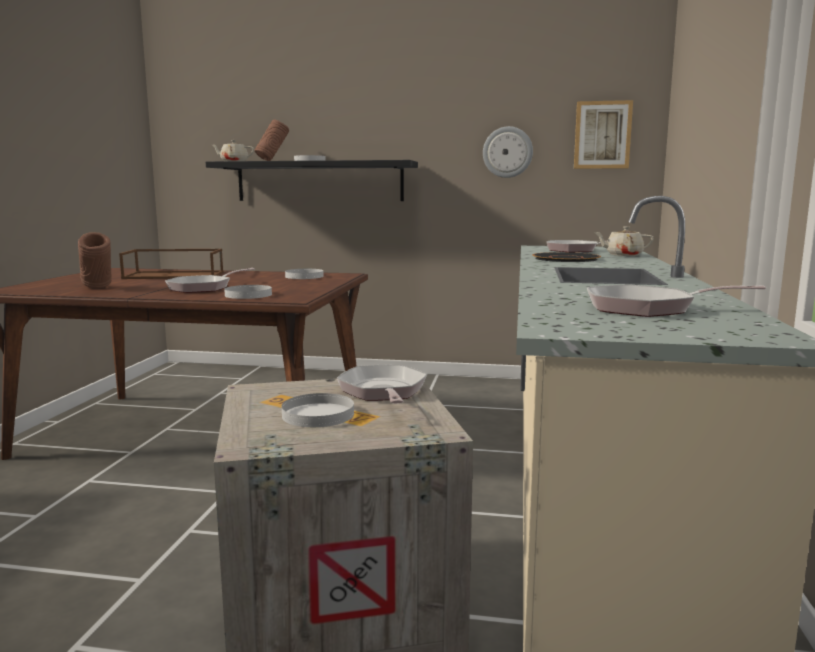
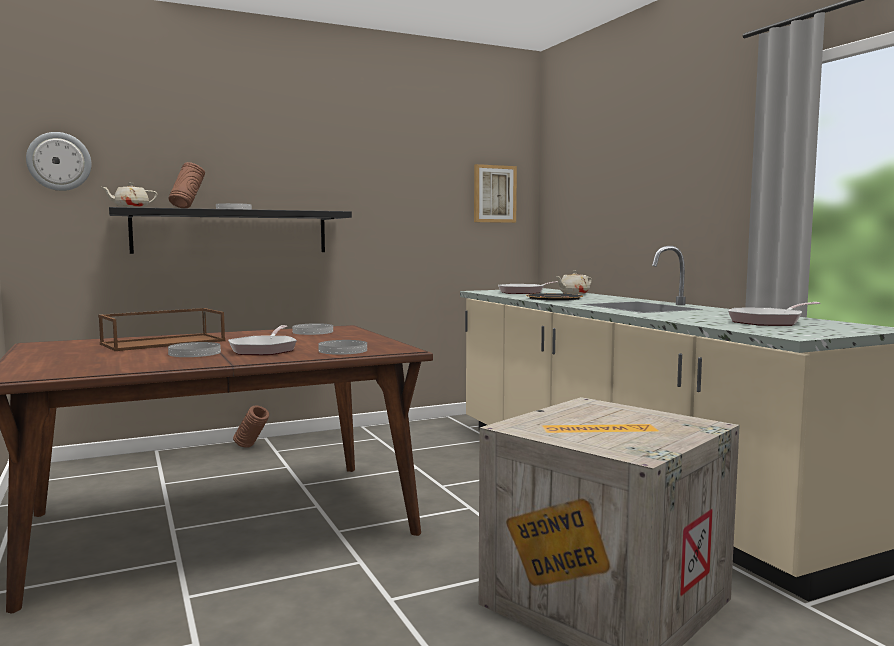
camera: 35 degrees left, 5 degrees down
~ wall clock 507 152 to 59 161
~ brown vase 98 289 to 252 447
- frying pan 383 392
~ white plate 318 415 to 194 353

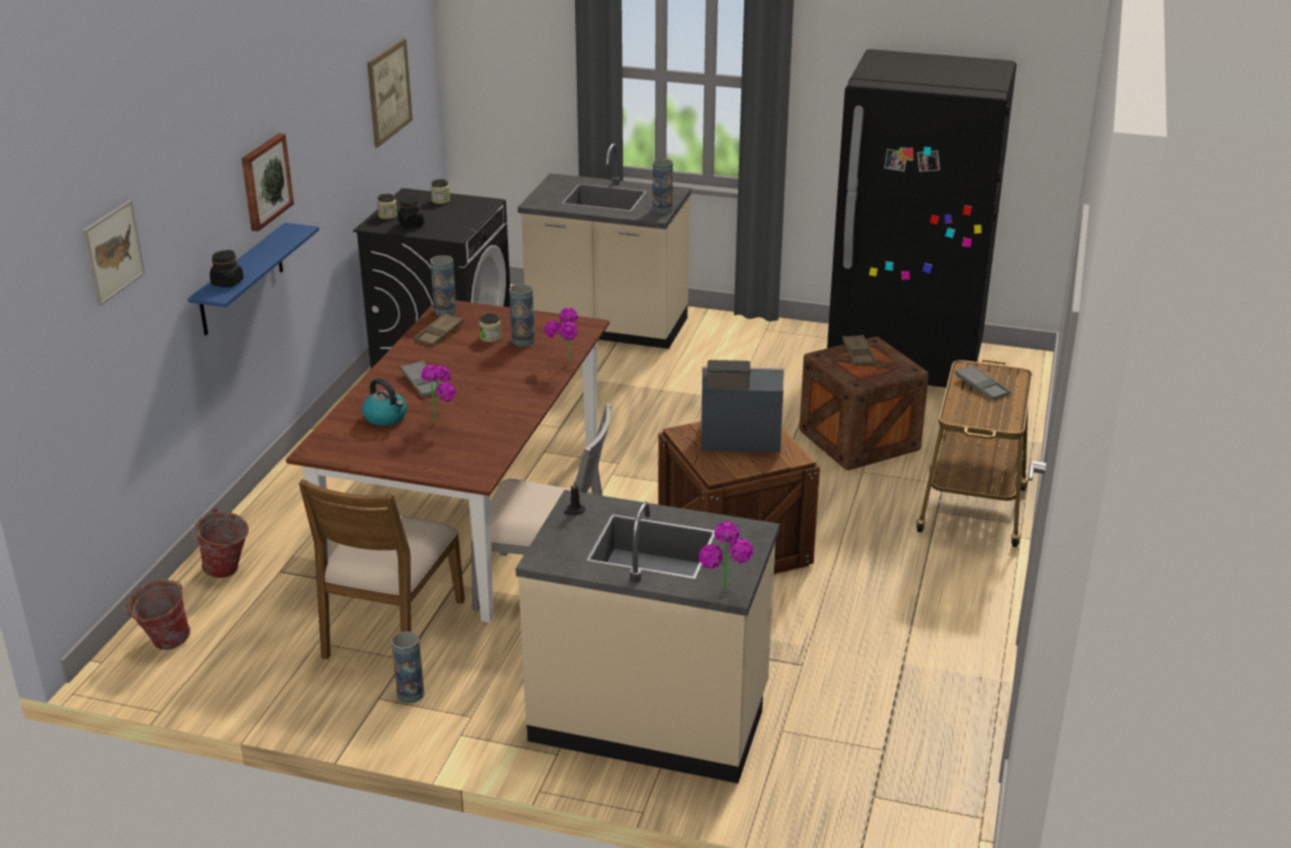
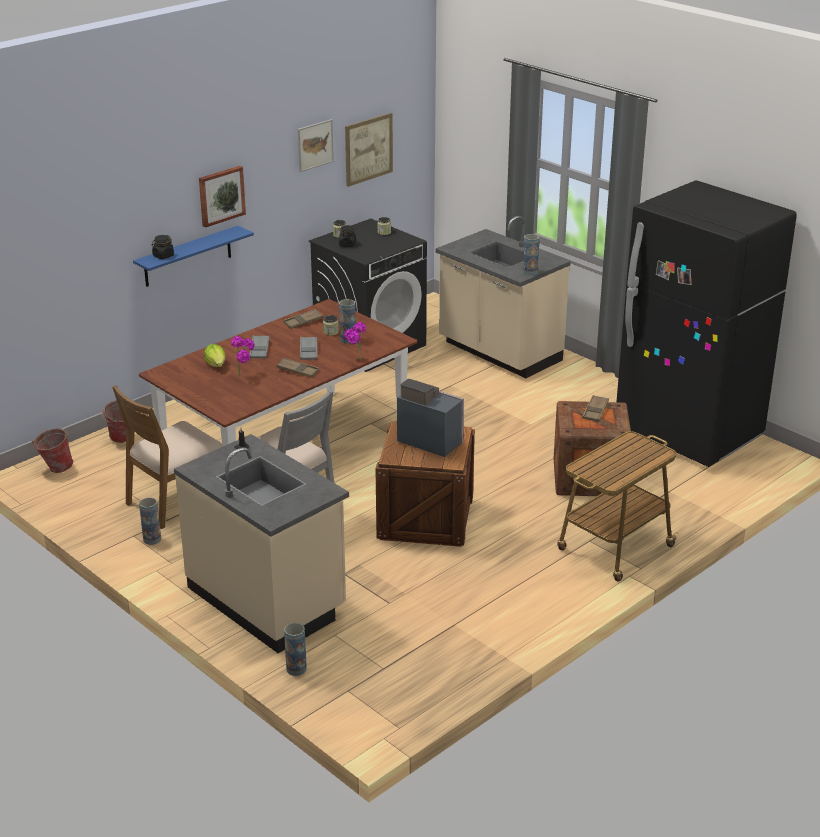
camera: 30 degrees right, 0 degrees up
~ picture 113 252 to 315 145
~ vase 445 311 to 296 669
~ grey tray 981 387 to 308 351
~ kettle 386 417 to lettuce 216 365
- potted plant 725 594
+ brown tray 297 371

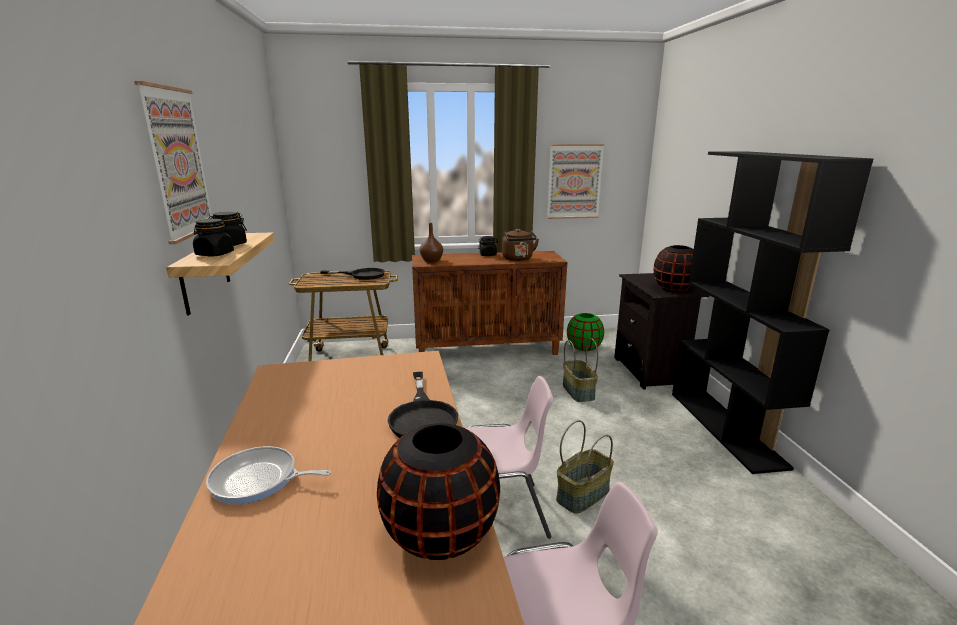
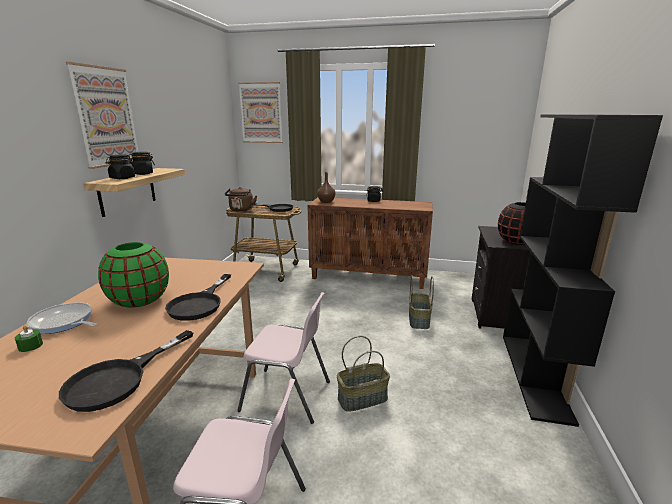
camera: 20 degrees right, 0 degrees up
~ picture 574 181 to 261 113
~ brown kettle 518 259 to 241 210
~ green vase 584 348 to 139 301
~ black vase 440 534 to black frying pan 119 379
+ green candle 30 346

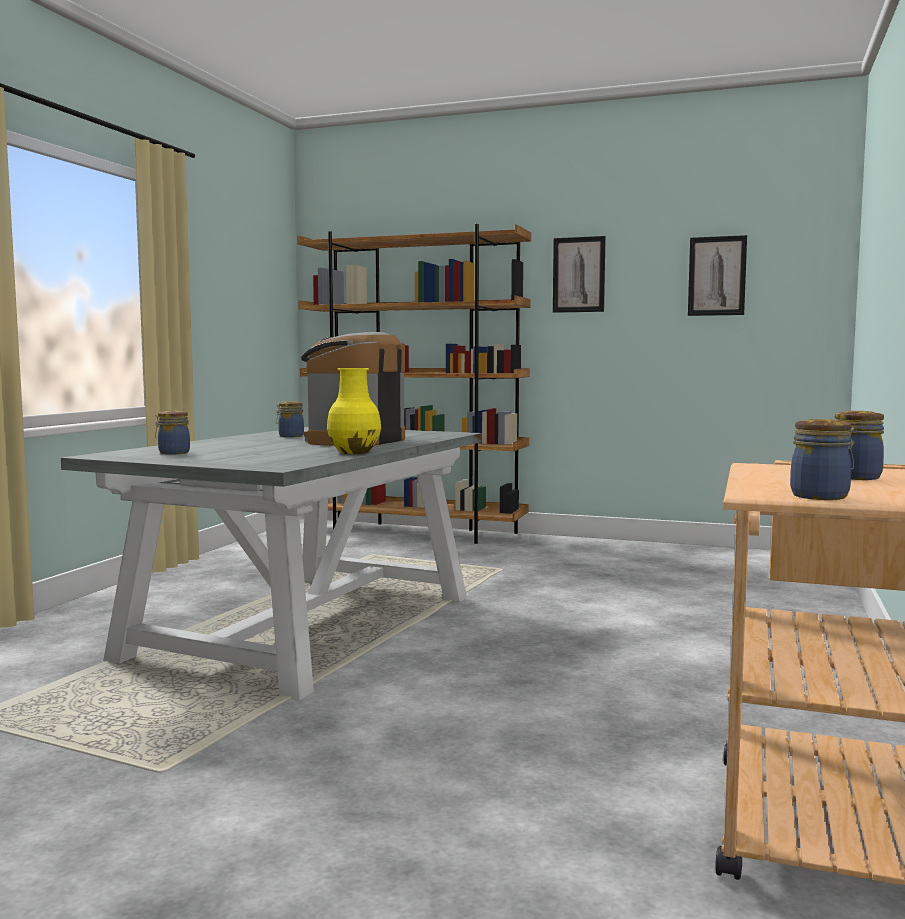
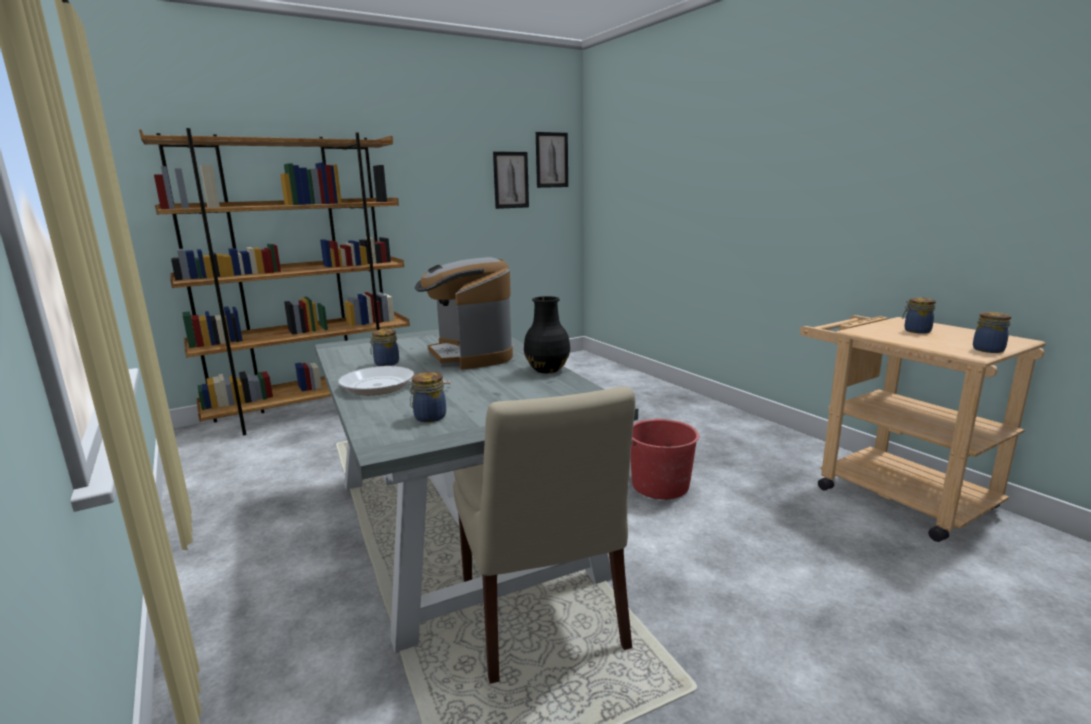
camera: 50 degrees left, 10 degrees up
~ picture 578 274 to 551 160
~ yellow vase 353 452 to black vase 547 370
+ frying pan 382 386
+ beige chair 542 616
+ red bucket 659 485

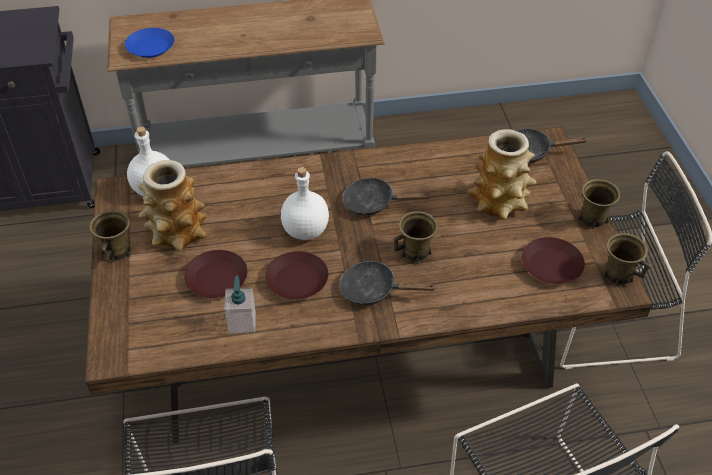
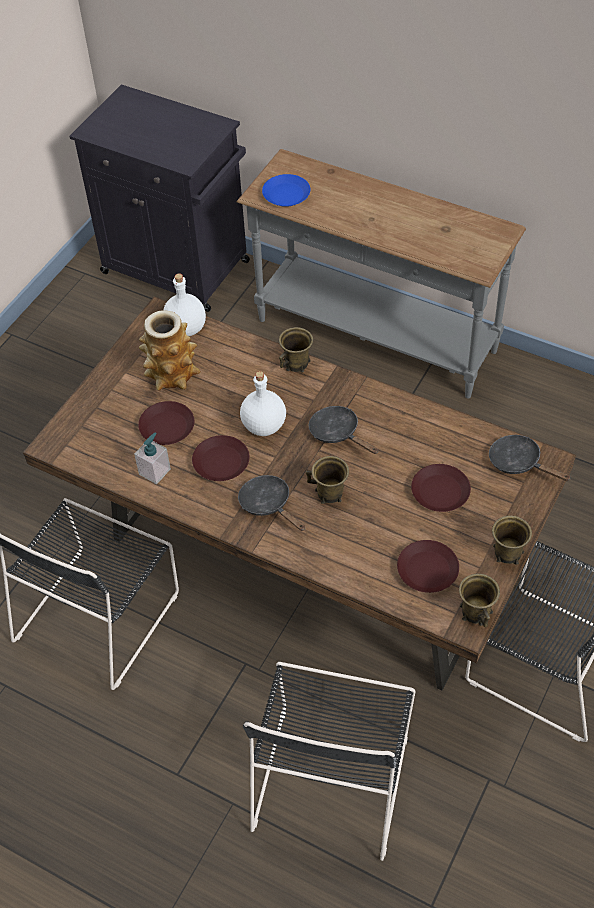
camera: 40 degrees right, 5 degrees up
~ vase 499 203 to brown plate 441 492
~ brown mug 118 251 to 297 363

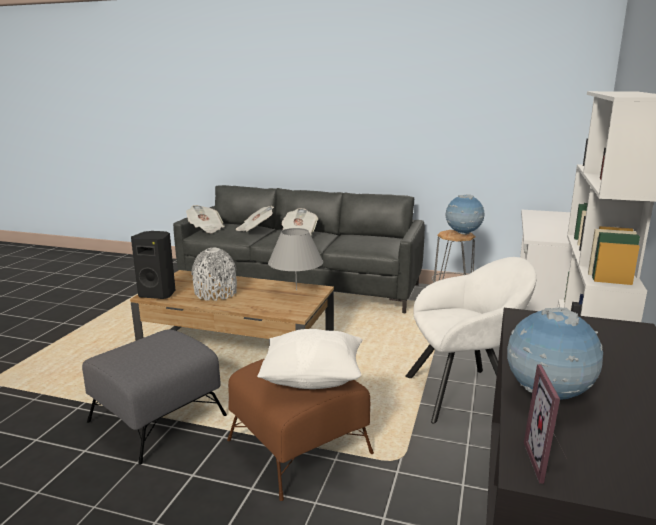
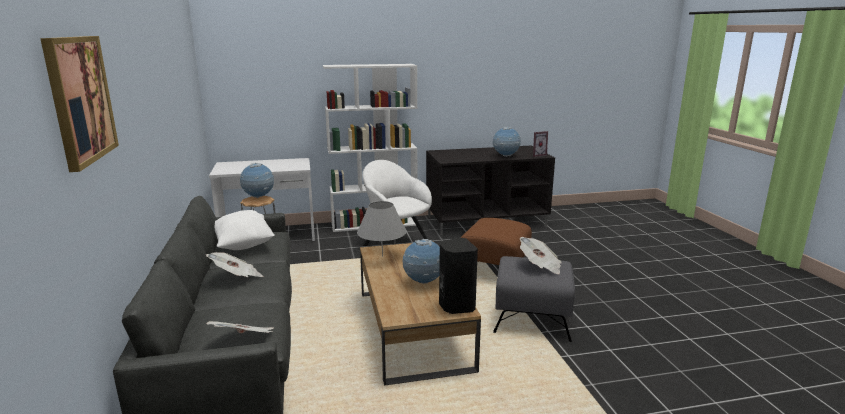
camera: 120 degrees left, 0 degrees up
~ newspaper 255 229 to 540 266
~ grey vase 216 293 to globe 423 282
~ white pillow 313 379 to 243 244
+ picture 80 99

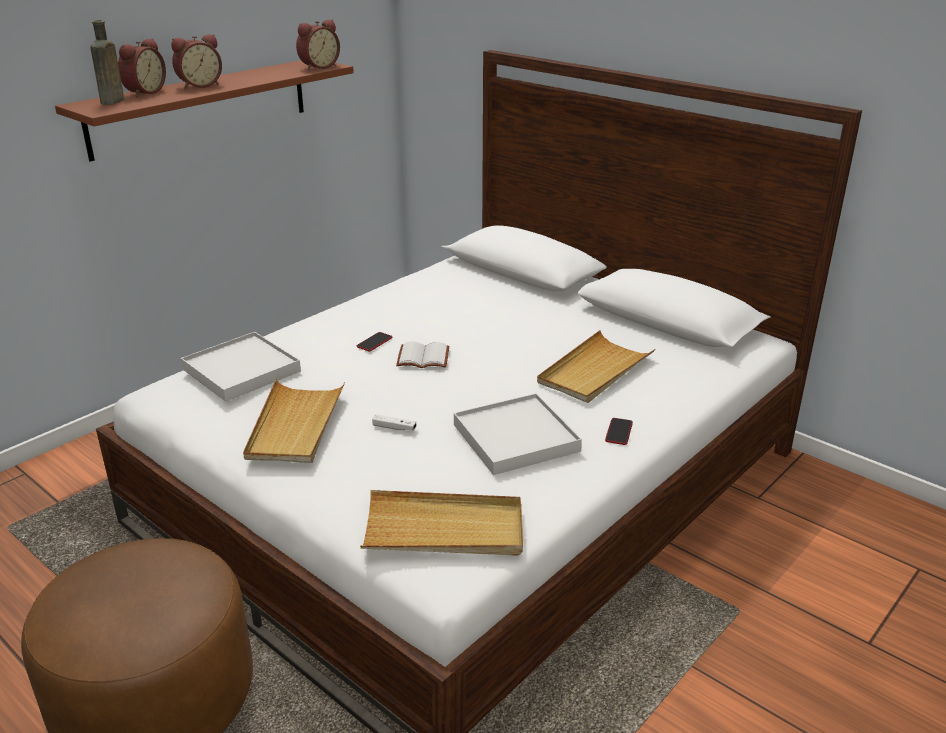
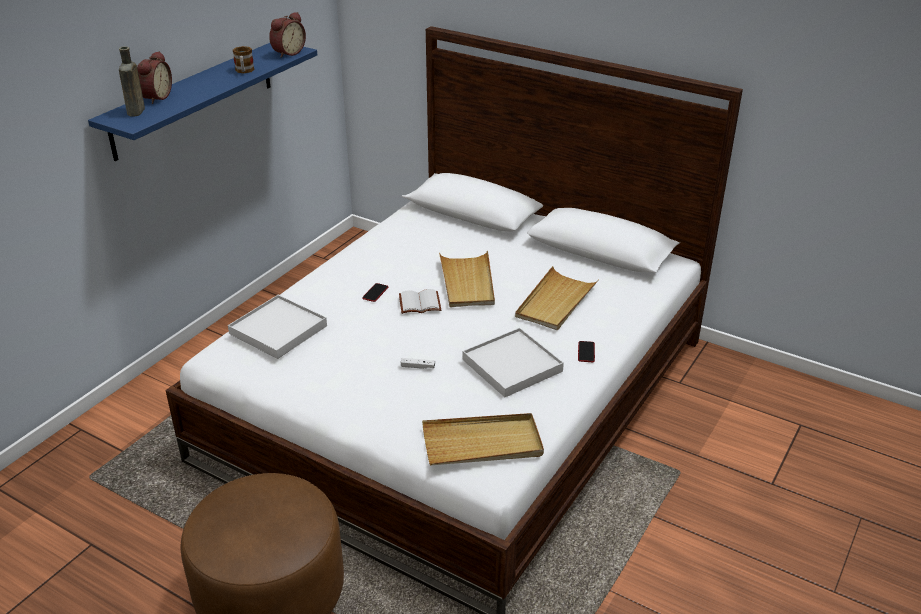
camera: 10 degrees left, 5 degrees up
- alarm clock 199 85
~ brown shelf 201 107 to blue shelf 194 98
~ beige tray 295 425 to 467 282
+ mug 244 71

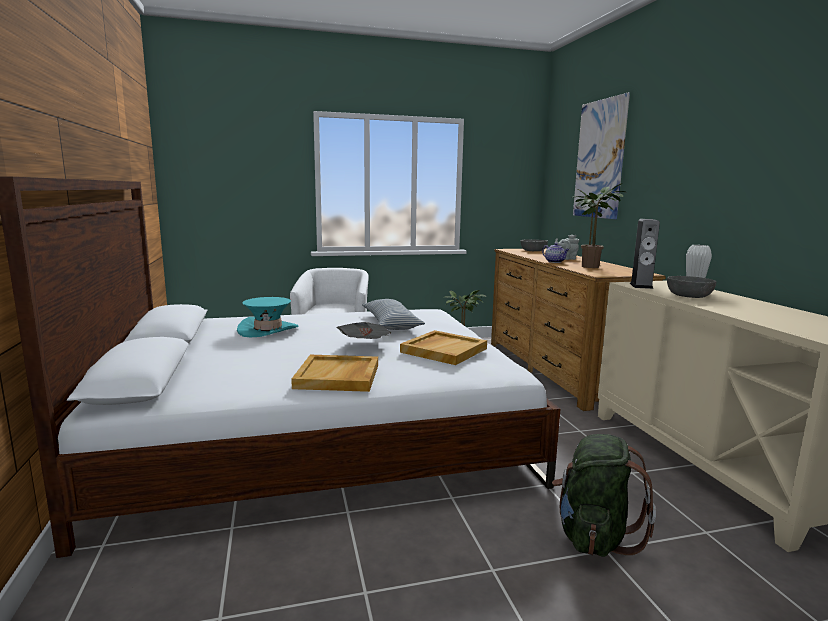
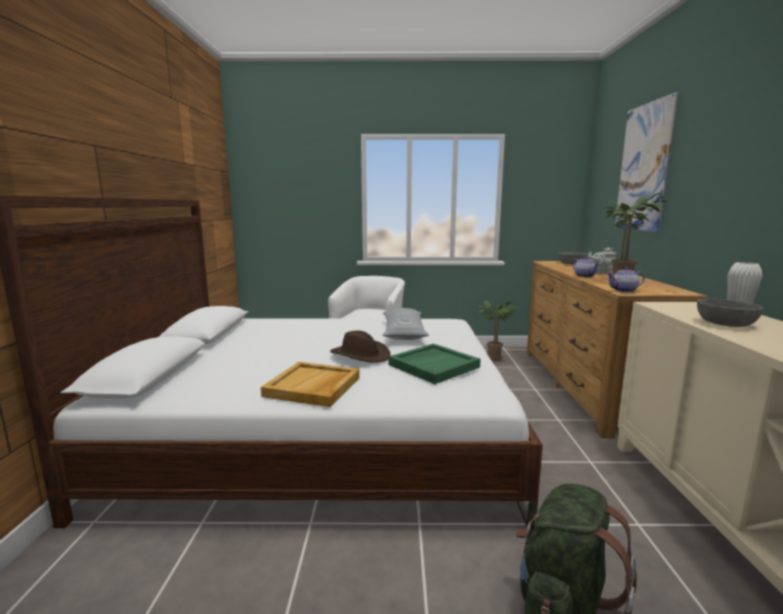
camera: 15 degrees right, 0 degrees up
- speaker 641 286
- turquoise hat 268 330
~ newspaper 365 346 to brown hat 360 355
~ beige tray 443 350 to green tray 433 365
+ teapot 624 291

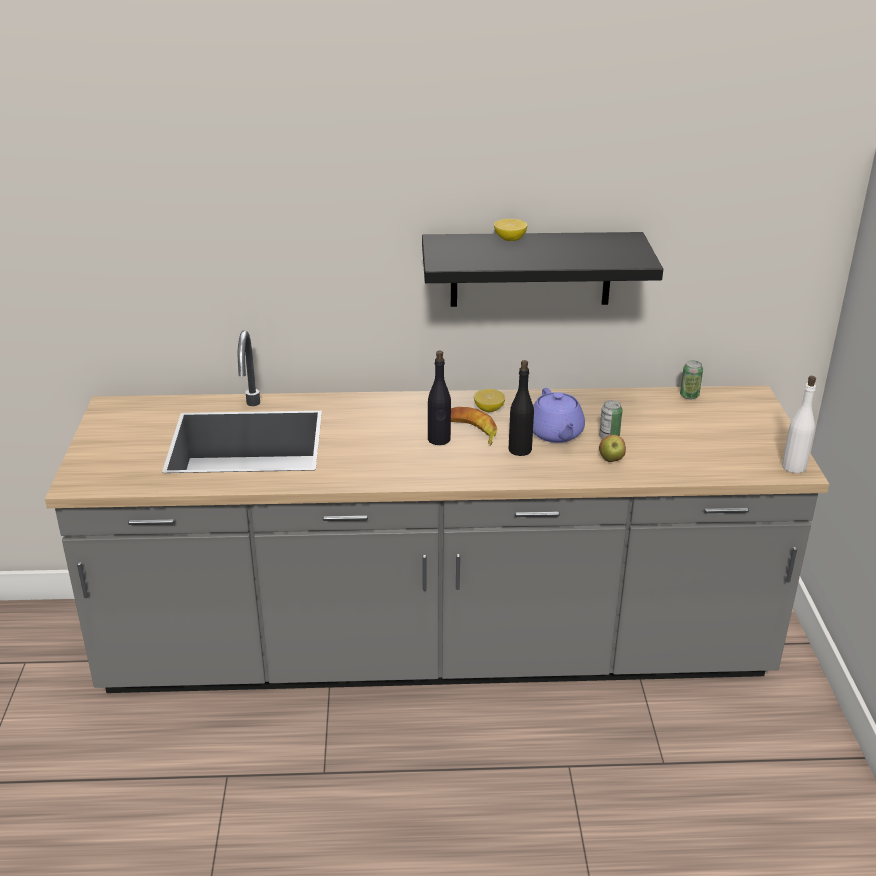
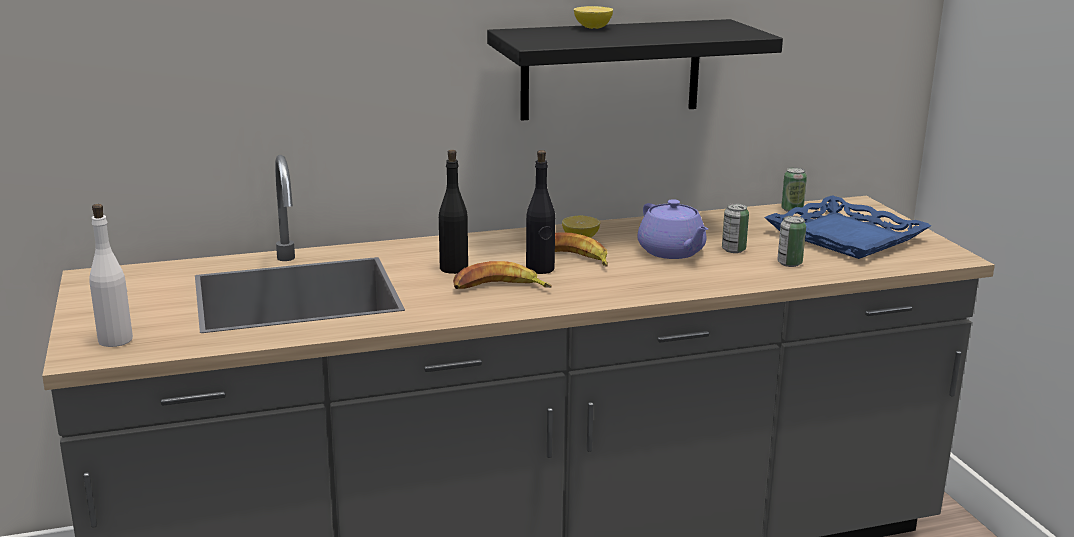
camera: 15 degrees left, 10 degrees down
~ black bottle 519 450 to 453 268
~ white bottle 794 467 to 116 340
- apple 611 459
+ blue tray 846 236
+ can 789 263
+ banana 499 288

